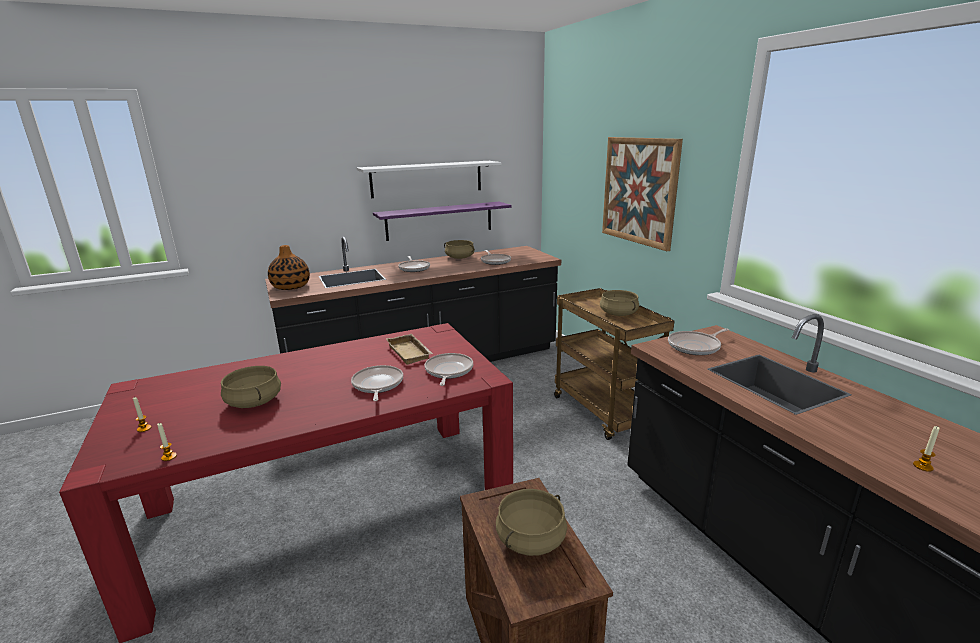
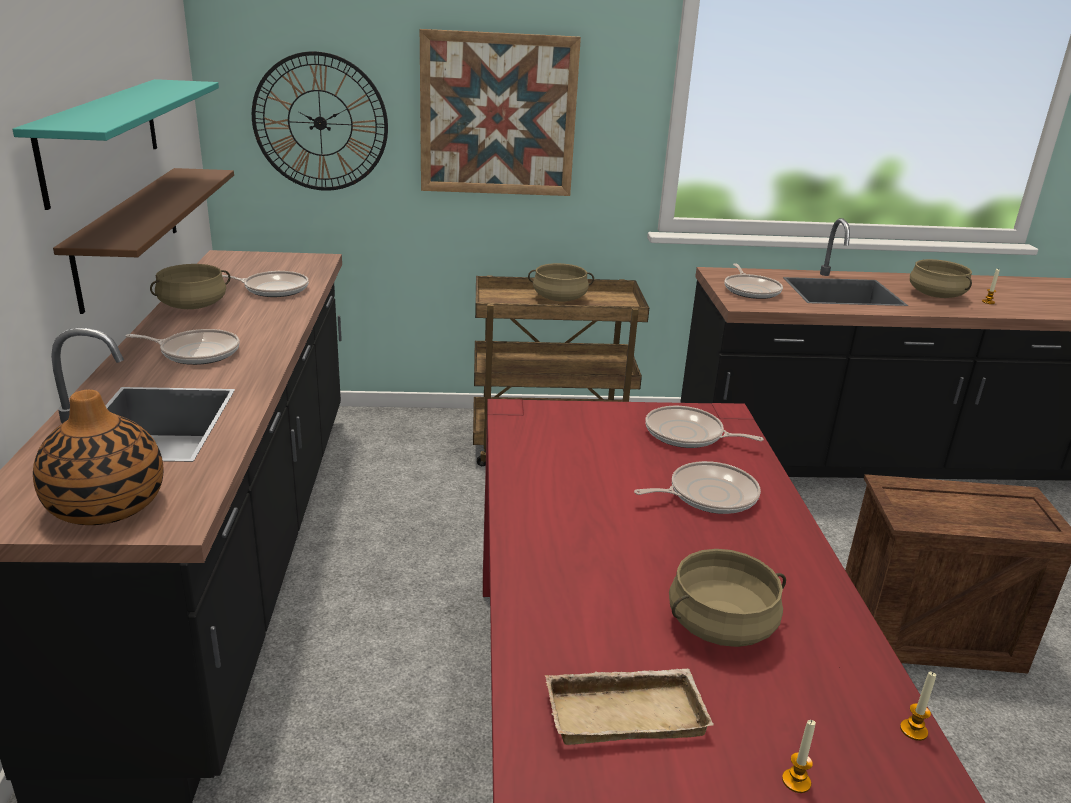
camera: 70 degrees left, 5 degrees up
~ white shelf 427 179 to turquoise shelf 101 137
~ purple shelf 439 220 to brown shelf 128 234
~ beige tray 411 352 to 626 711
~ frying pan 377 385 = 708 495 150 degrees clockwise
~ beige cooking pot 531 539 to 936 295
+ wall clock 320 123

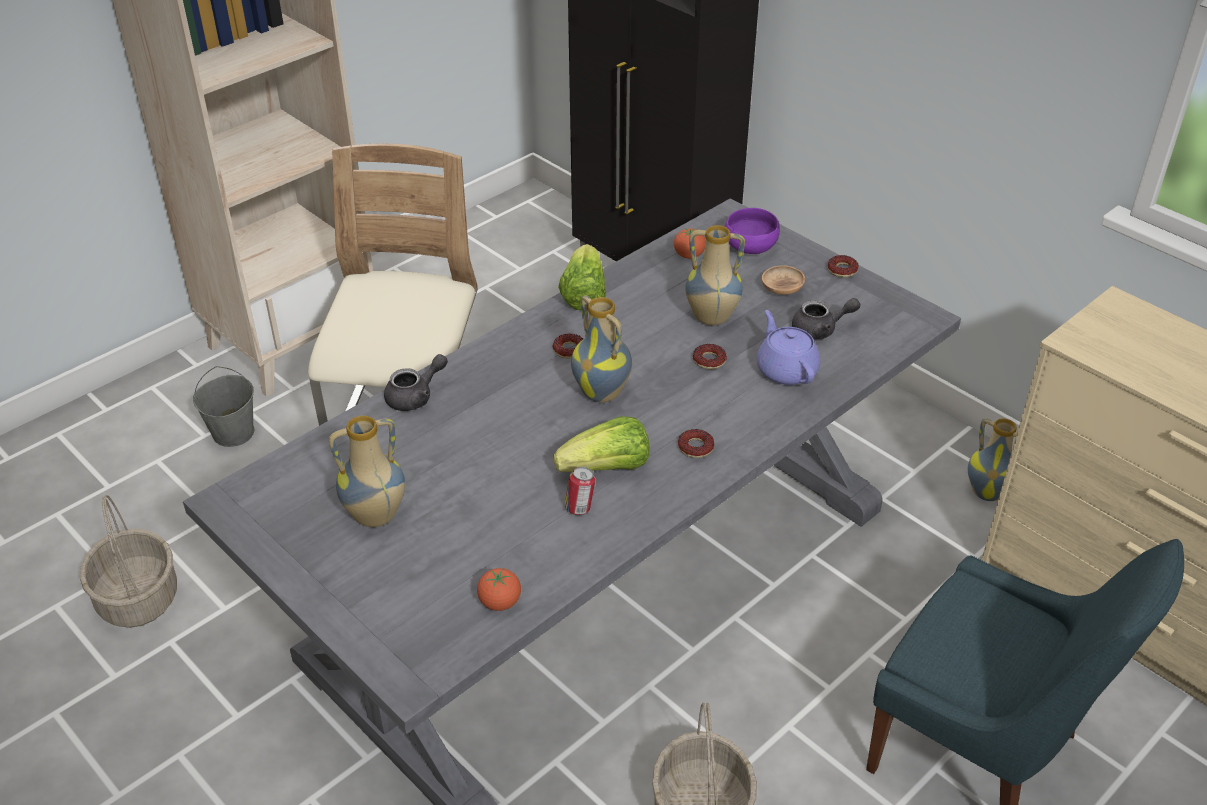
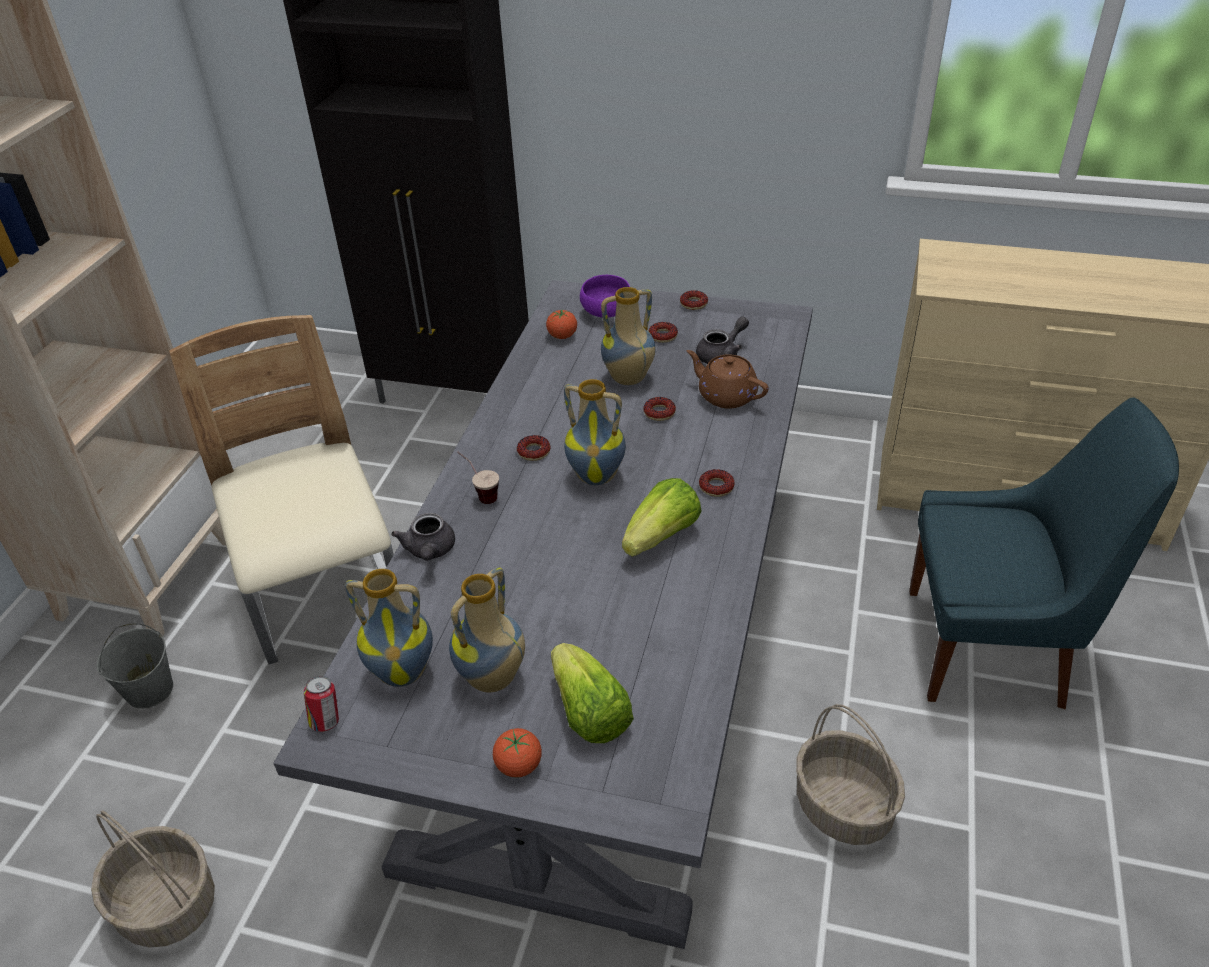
camera: 30 degrees left, 0 degrees up
~ lettuce 584 294 to 589 712
~ brown bowl 782 290 to donut 663 336
~ purple teapot 786 370 to brown teapot 726 395
~ grey teapot 415 397 = 429 551 150 degrees clockwise
~ vase 988 492 to 403 670
~ can 580 508 to 327 721
~ tomato 500 602 to 519 765
+ cup 480 494

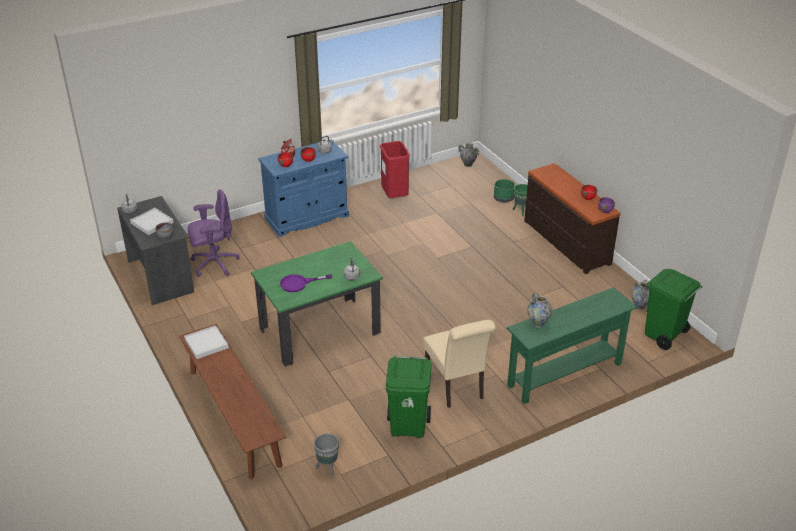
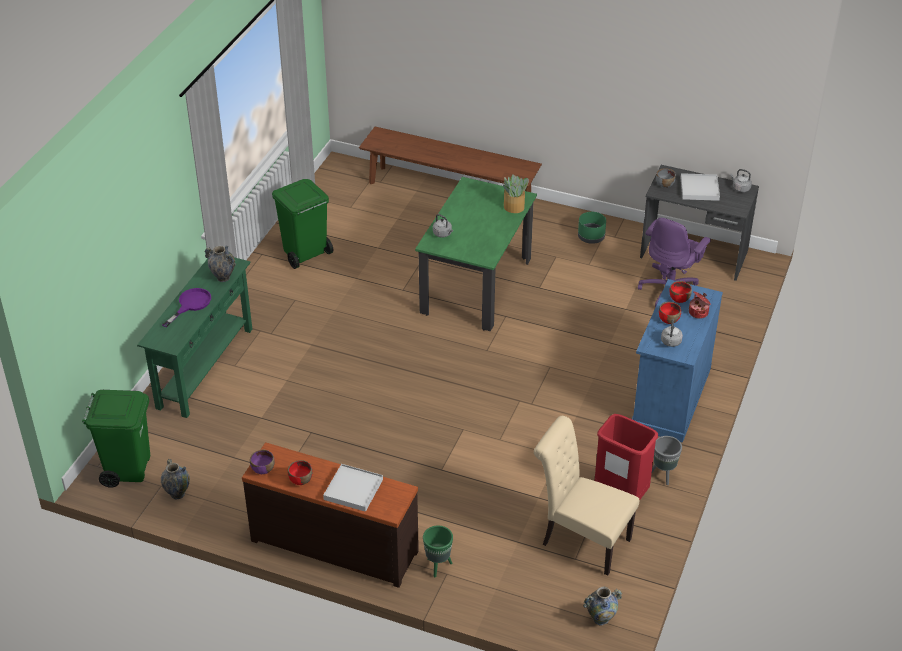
camera: 140 degrees right, 5 degrees up
~ green planter 503 198 to 591 237
~ purple frying pan 299 283 to 191 304
~ beige chair 456 387 to 581 540
~ white tray 206 343 to 353 490
~ grey planter 327 468 to 664 475
+ potted plant 514 207

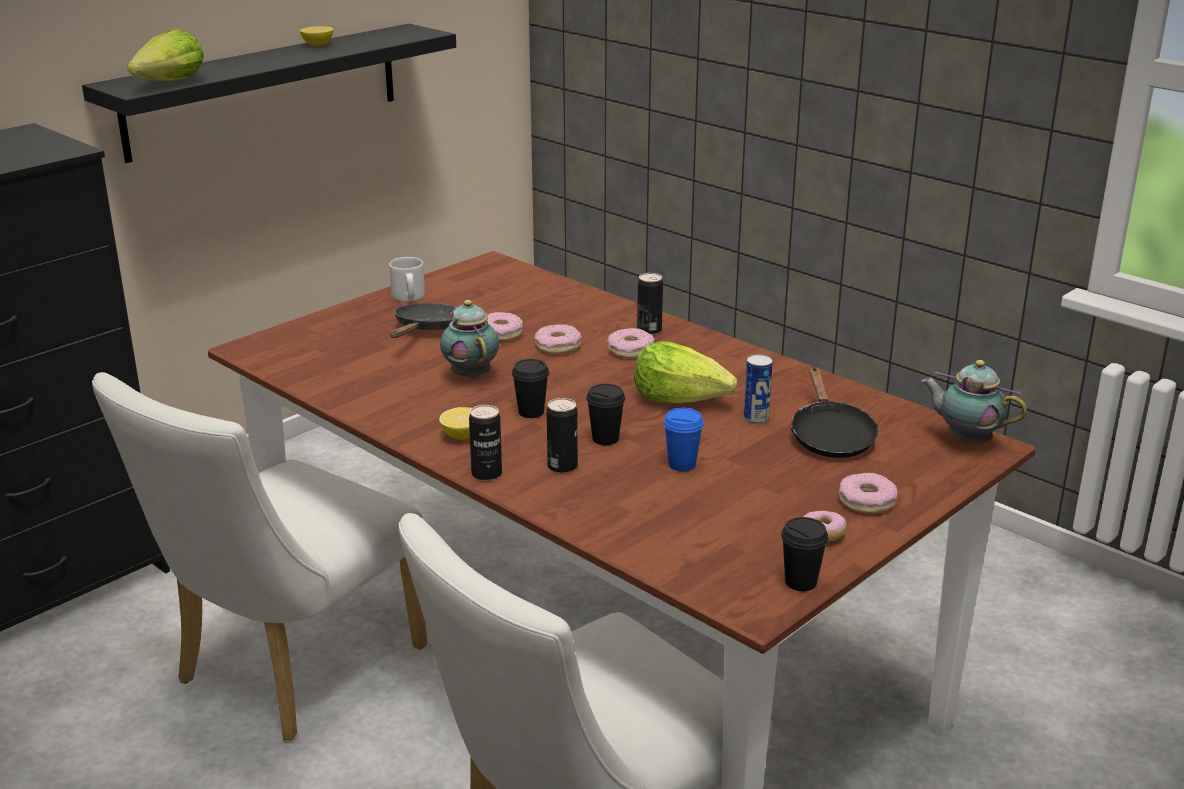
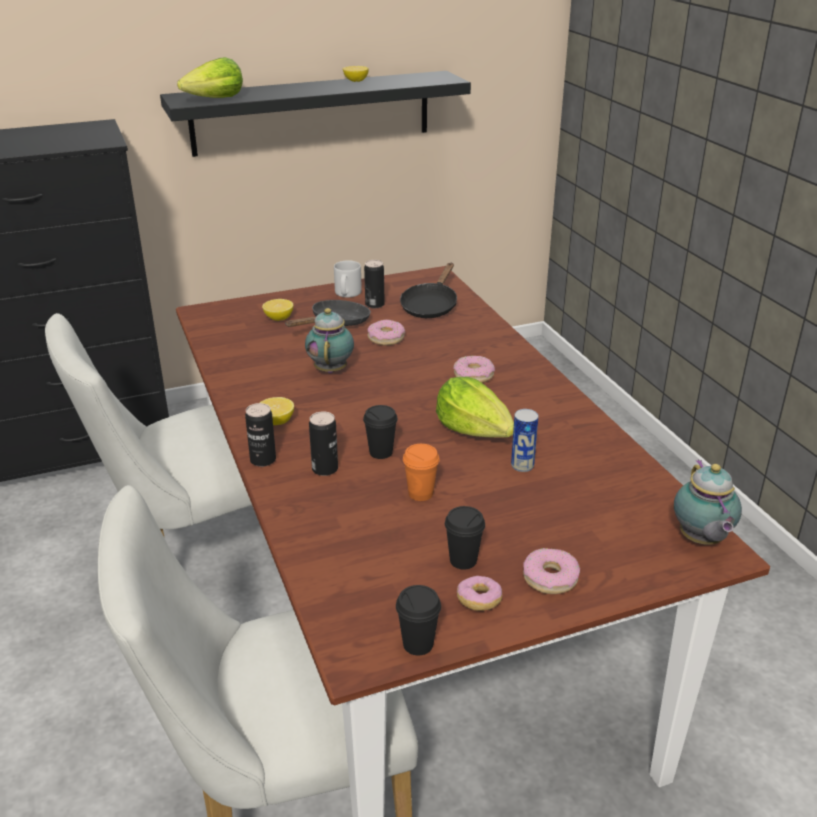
camera: 25 degrees right, 5 degrees up
~ can 649 330 to 374 304
- donut 558 346
~ black cup 531 412 to 463 560
~ teapot 965 441 = 700 540 150 degrees counterclockwise
~ black frying pan 830 437 to 430 306
~ blue cup 682 464 to orange cup 420 494
+ lemon 279 318

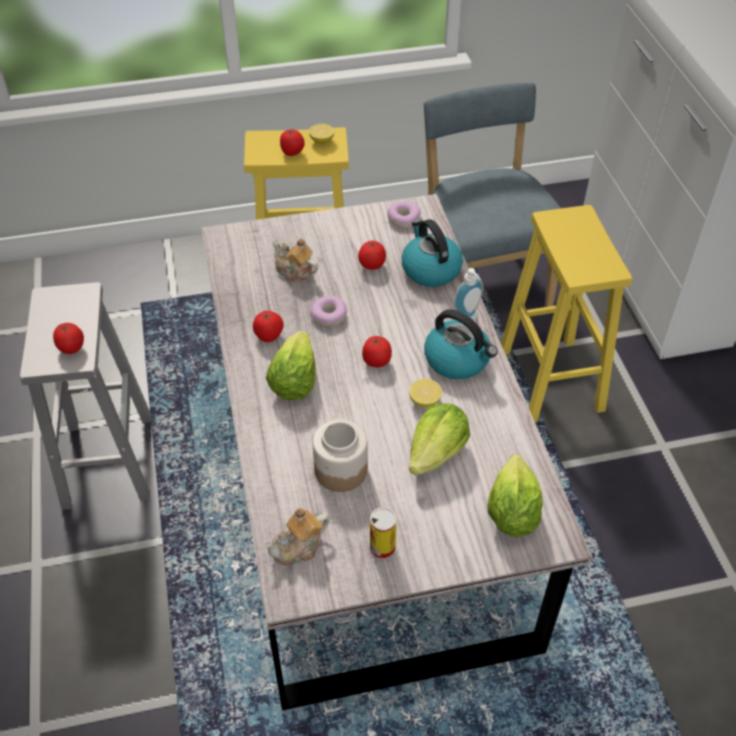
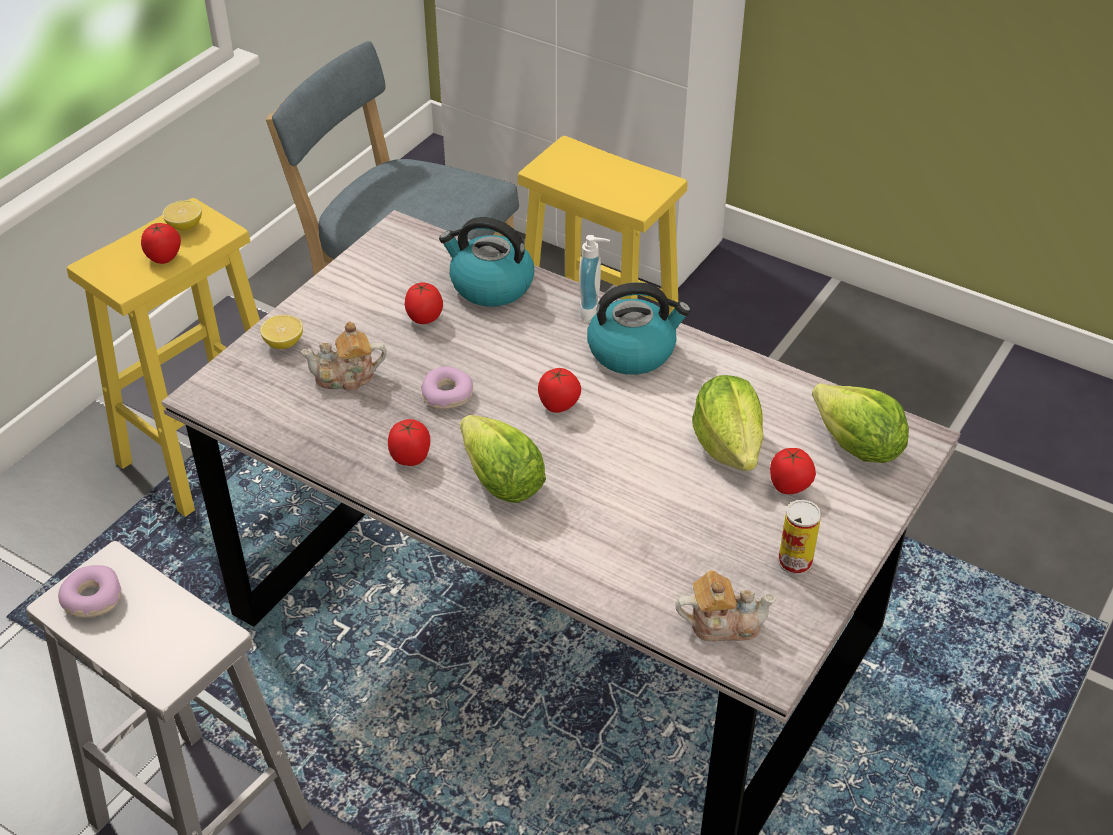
camera: 45 degrees left, 5 degrees down
~ donut 403 219 to 92 598
~ tomato 72 349 to 789 487
~ lemon 424 401 to 284 343
- jar 340 470
~ teapot 298 548 = 723 624 105 degrees counterclockwise

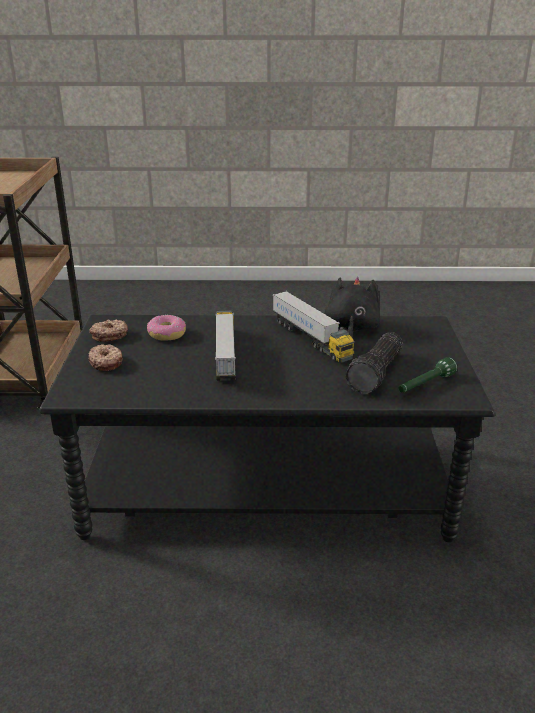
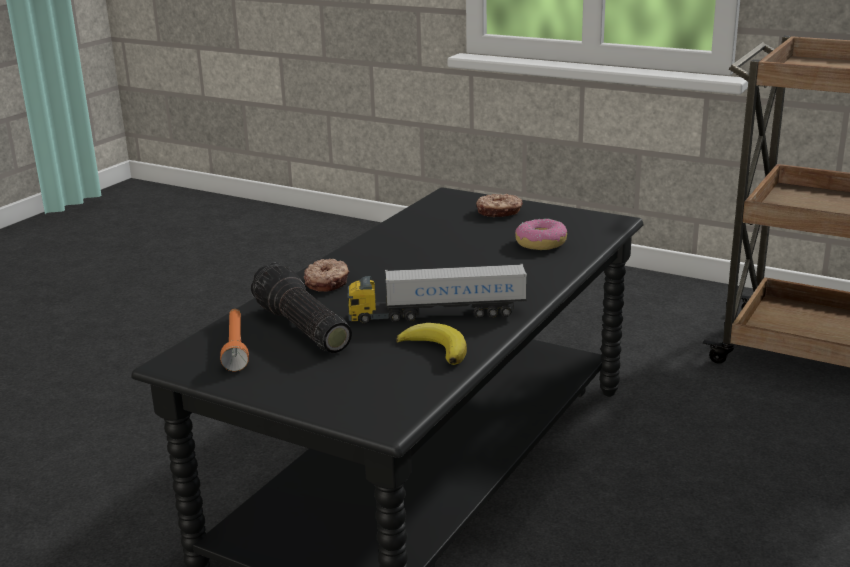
camera: 120 degrees right, 5 degrees down
~ black plush toy 351 329 to banana 436 348
- toy truck 225 356
~ donut 109 335 to 328 282
~ green flashlight 425 385 to orange flashlight 236 347

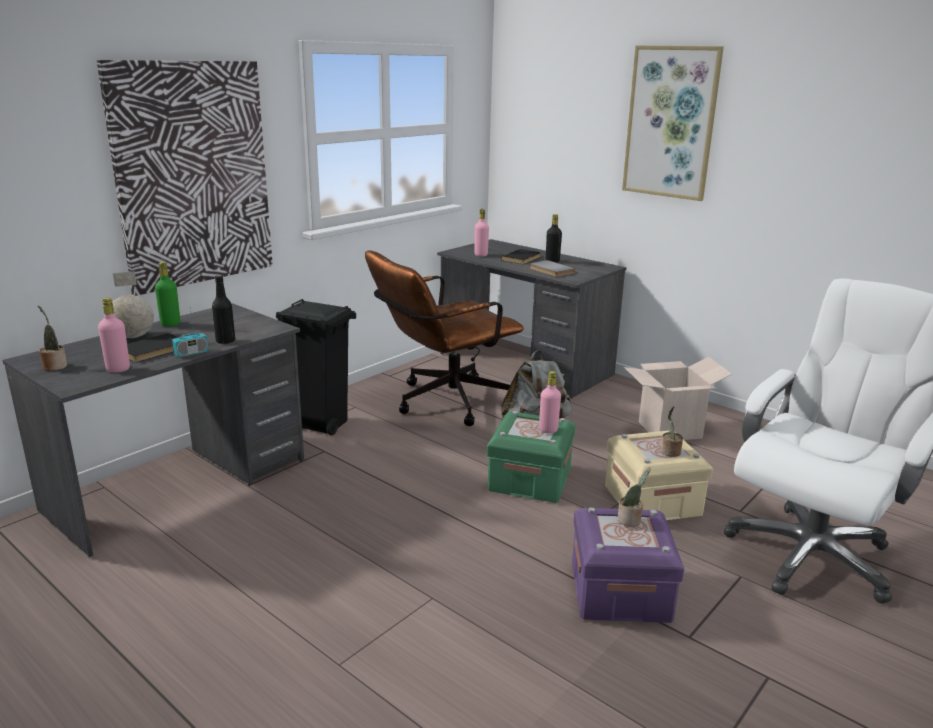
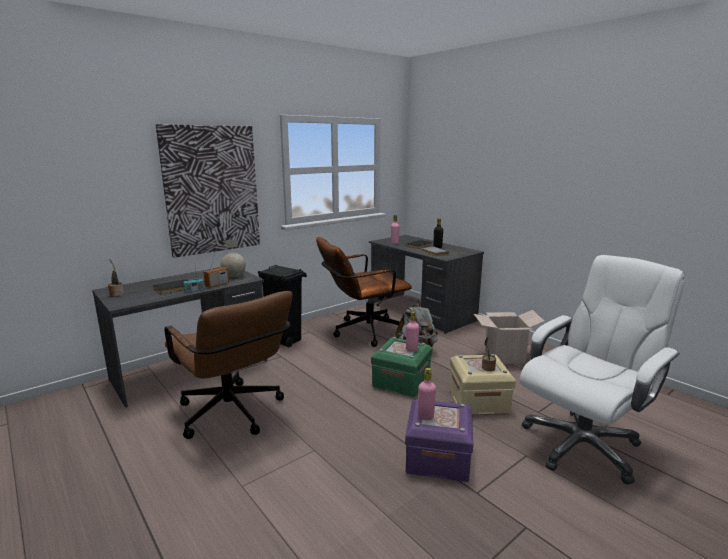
camera: 10 degrees right, 5 degrees down
- picture 671 123
- green bottle 170 324
~ globe 134 337 to 234 276
~ black bottle 225 341 to radio 217 285
~ pink bottle 118 369 to 425 416
- potted plant 630 521
+ brown office chair 234 416

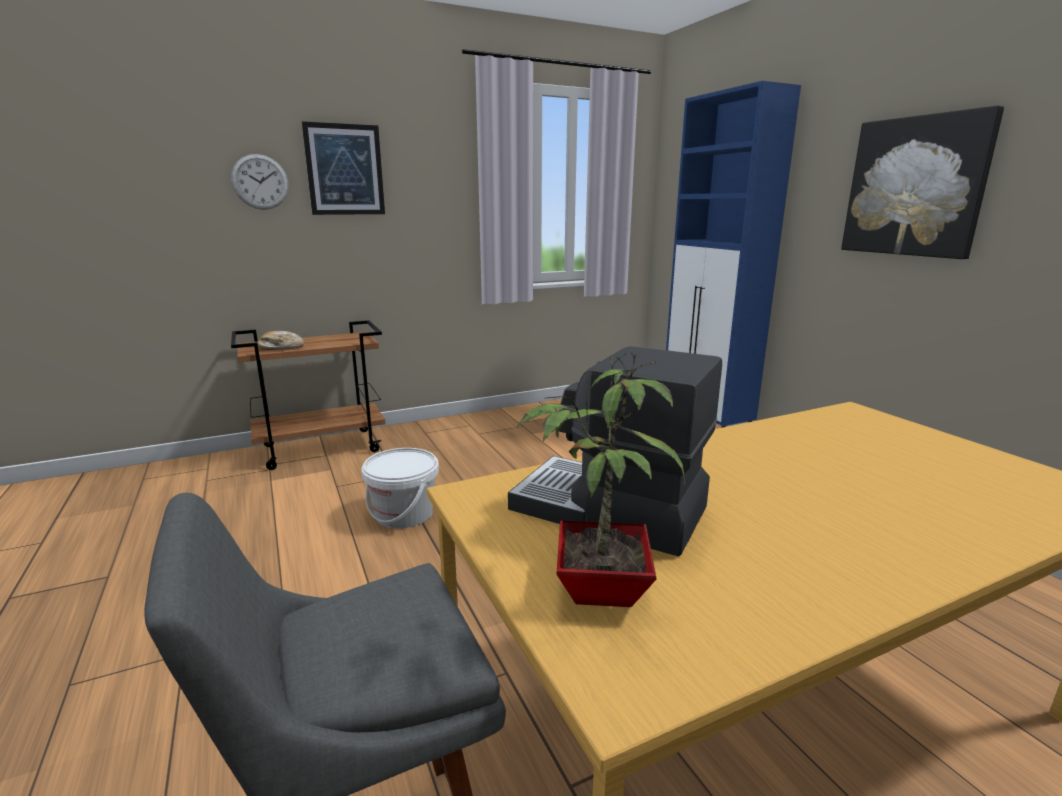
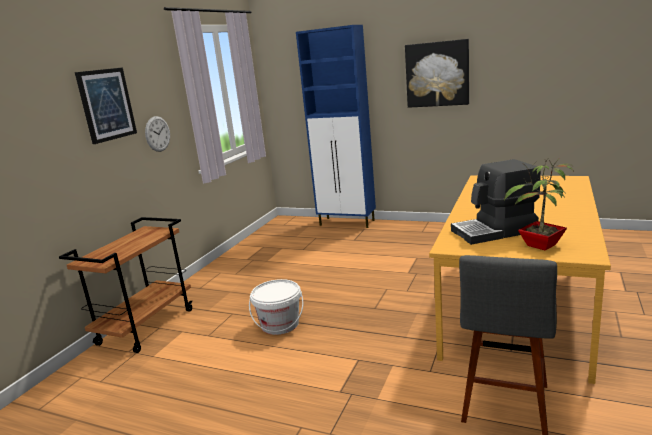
camera: 40 degrees left, 0 degrees up
~ wall clock 260 182 to 157 134
- bread 281 347

